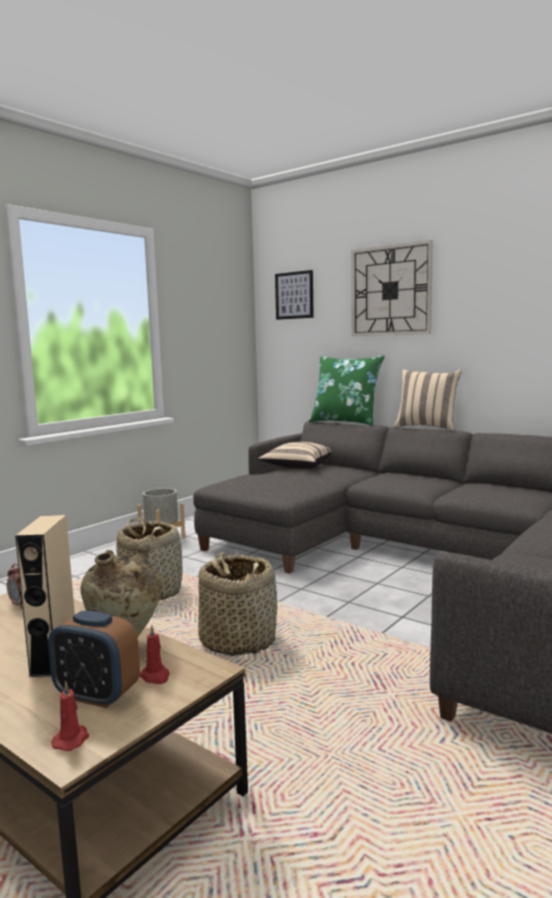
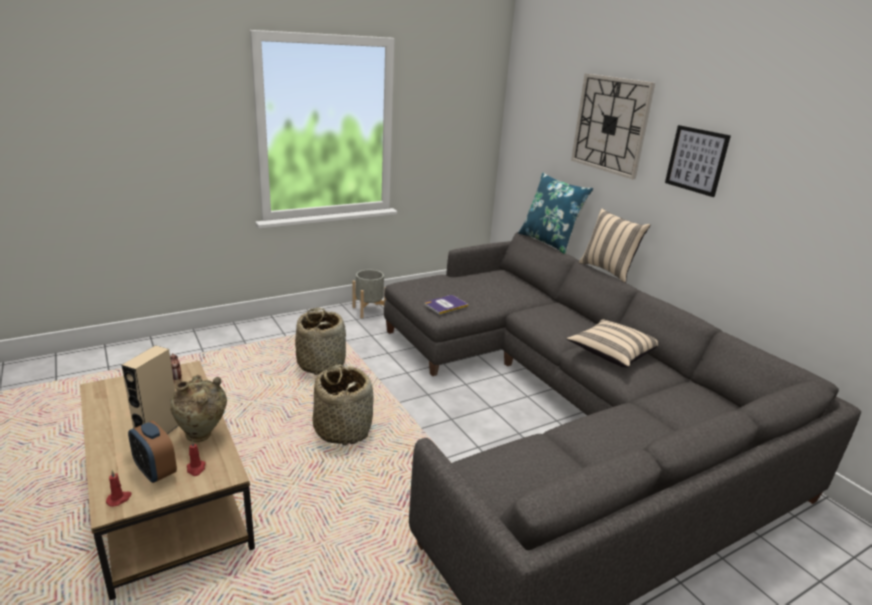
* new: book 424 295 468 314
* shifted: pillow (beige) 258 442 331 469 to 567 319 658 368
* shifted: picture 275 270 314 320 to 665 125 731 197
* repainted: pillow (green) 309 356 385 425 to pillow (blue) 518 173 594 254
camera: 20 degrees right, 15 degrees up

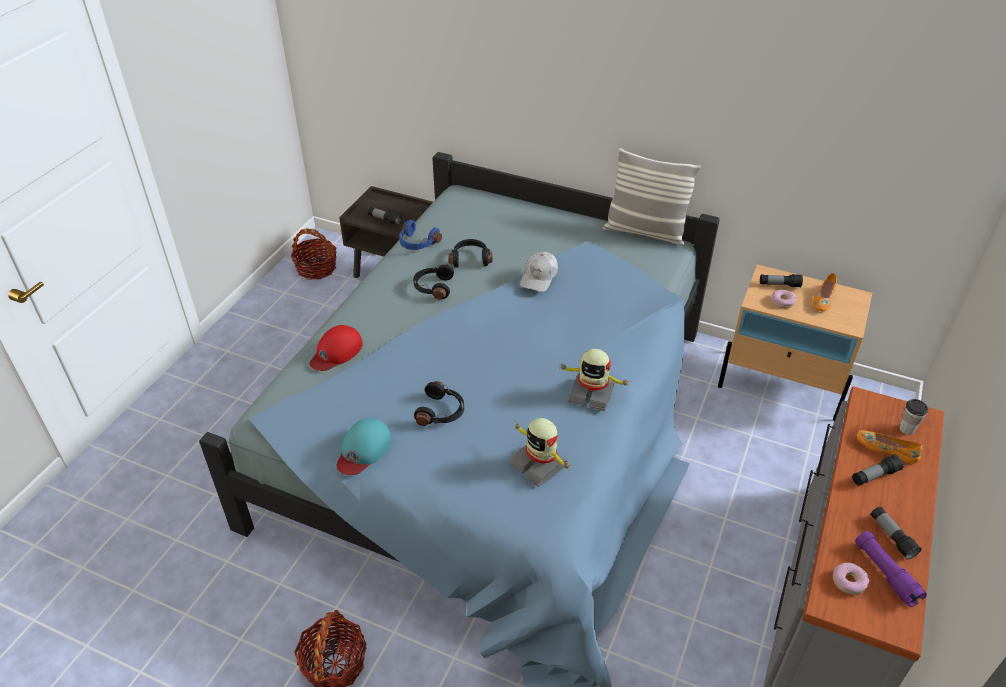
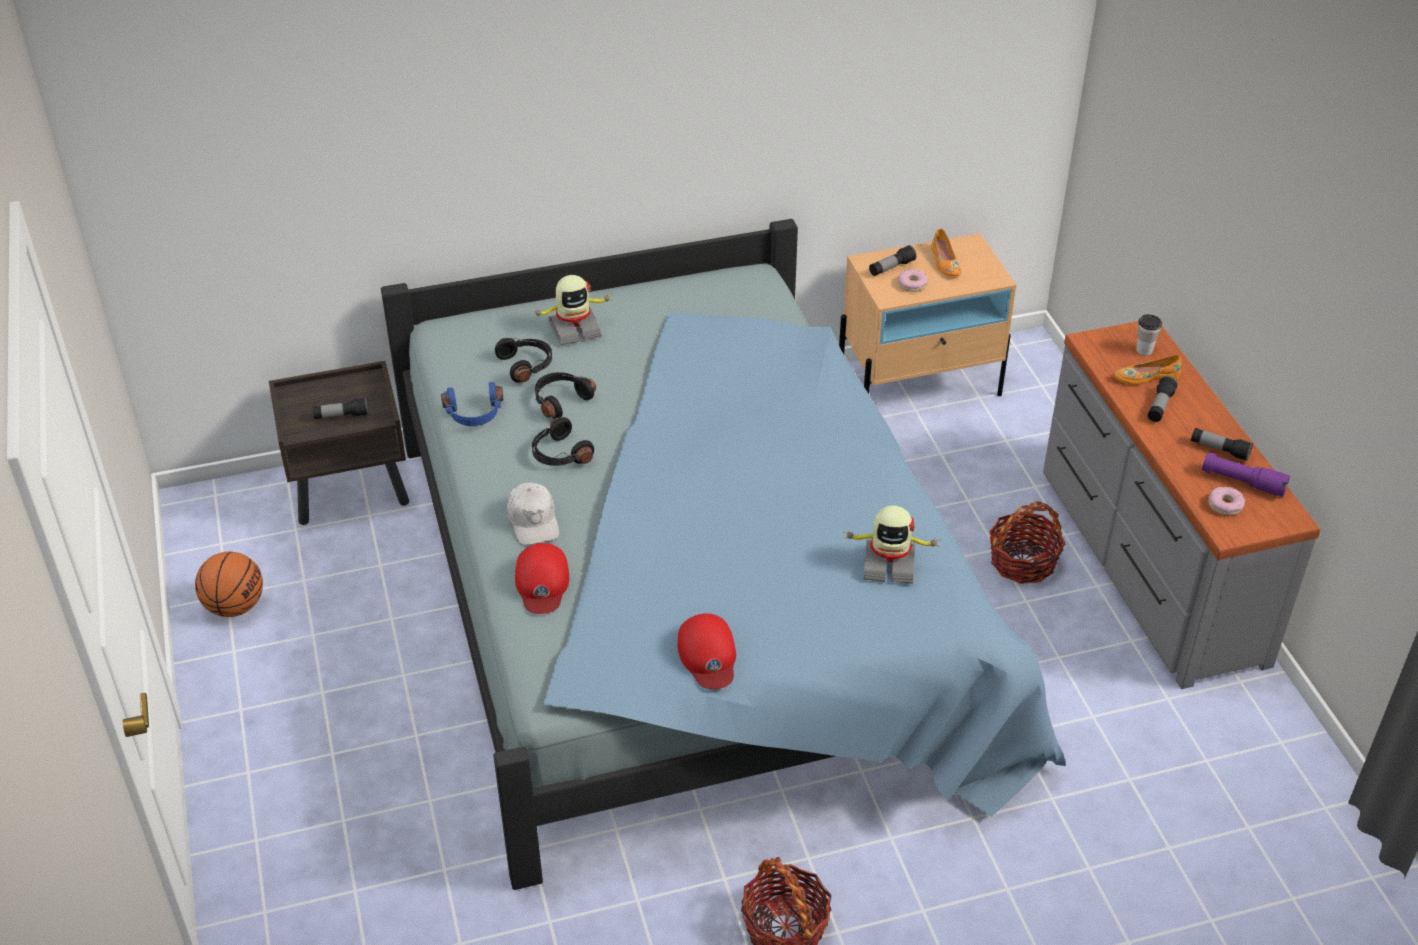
* gone: pillow 603 148 701 246
* new: basketball 195 551 263 617
* shifted: basket 291 228 336 280 to 989 502 1065 584
* shifted: headphones (black) 414 381 464 426 to 495 338 552 382
* shifted: cap (white) 520 252 558 292 to 507 482 559 545
* shifted: toy robot 559 349 629 411 to 534 275 612 345
* repainted: cap (turquoise) 336 418 391 475 to cap (red) 678 613 736 689
camera: 40 degrees left, 0 degrees up

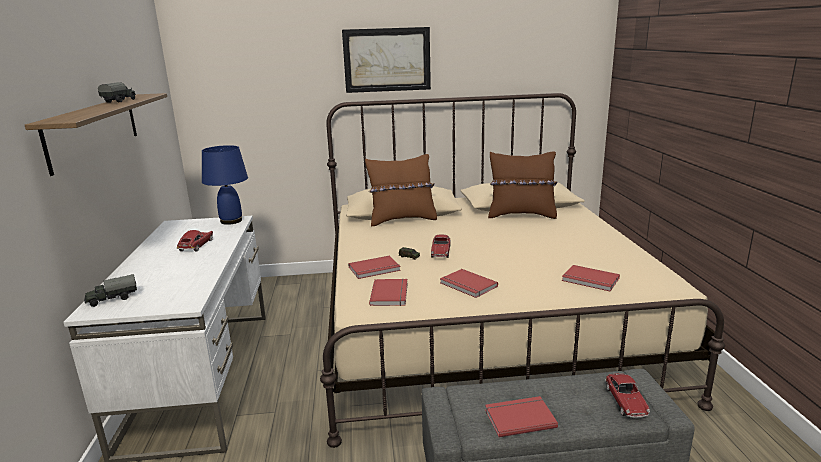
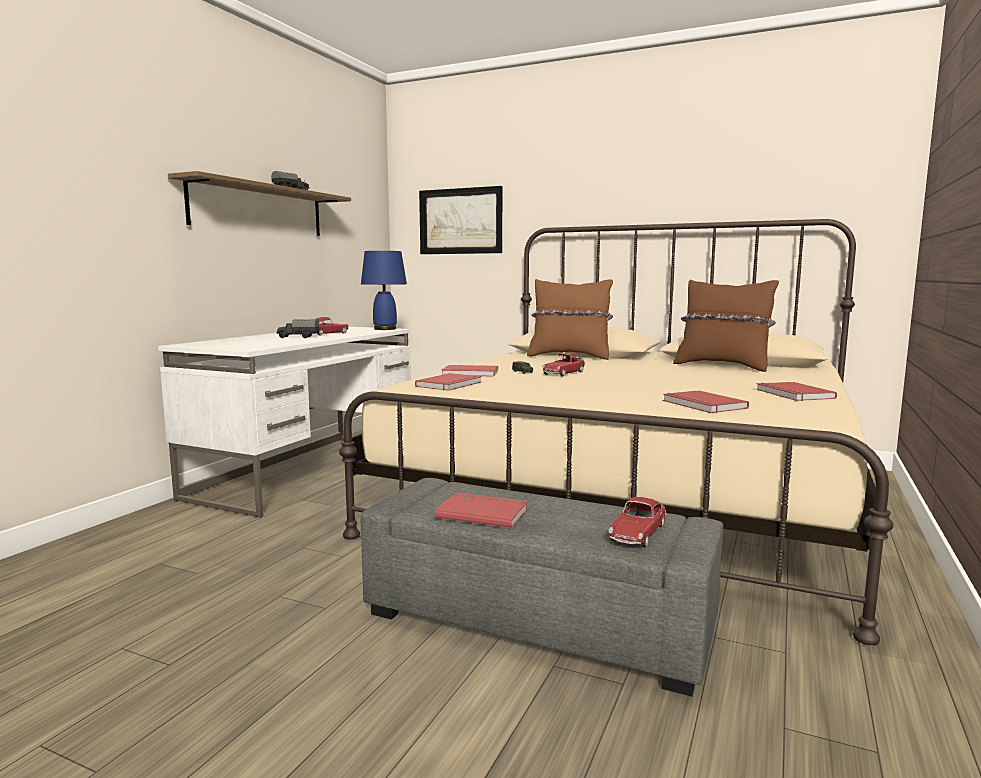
* shifted: toy truck 84 274 137 307 to 276 319 319 338
* shifted: picture 342 27 431 93 to 419 186 502 254
* shifted: book (red) 440 269 498 298 to 756 382 837 401
camera: 30 degrees right, 10 degrees down

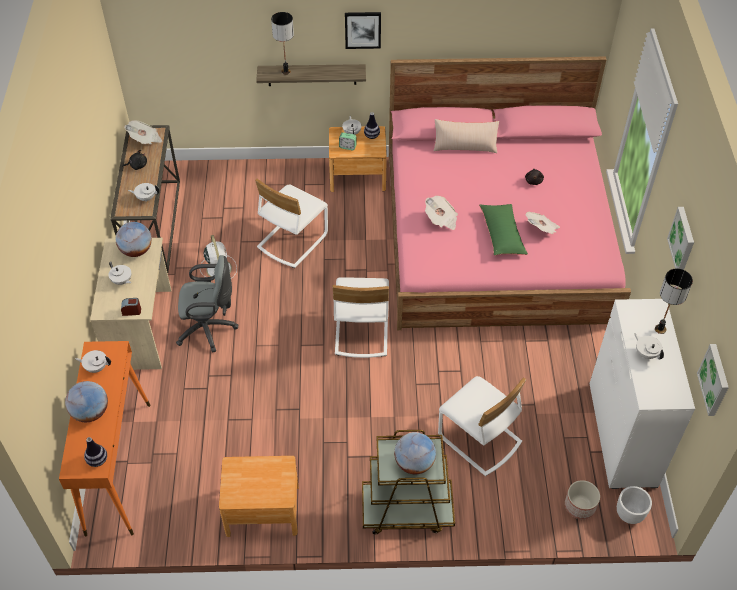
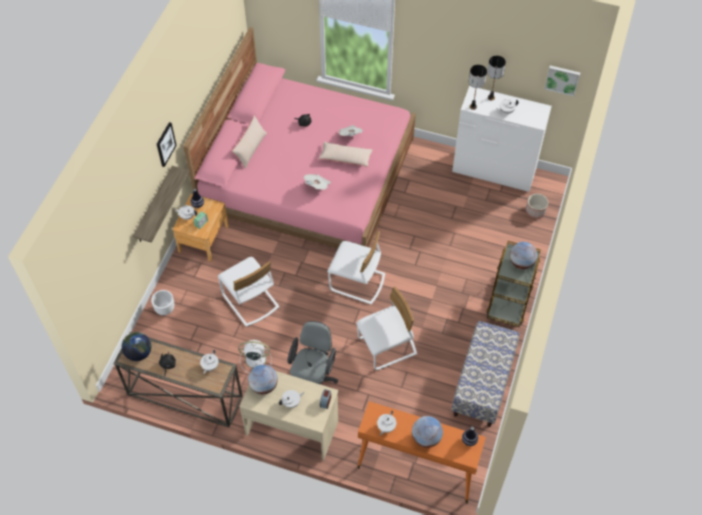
* gone: picture 667 207 694 270
* shifted: table lamp 271 12 294 75 to 469 65 487 110
* shifted: chair (white) 438 376 526 476 to 356 287 417 370
* shifted: planter (white) 617 486 652 524 to 151 290 174 315
* swapped: newspaper 124 120 162 144 to globe 122 332 151 361
* swapped: nightstand (brown) 219 456 299 537 to bench 451 321 519 427
* repainted: pillow (green) 479 204 528 255 to pillow (beige) 318 142 372 167
camera: 70 degrees left, 5 degrees up

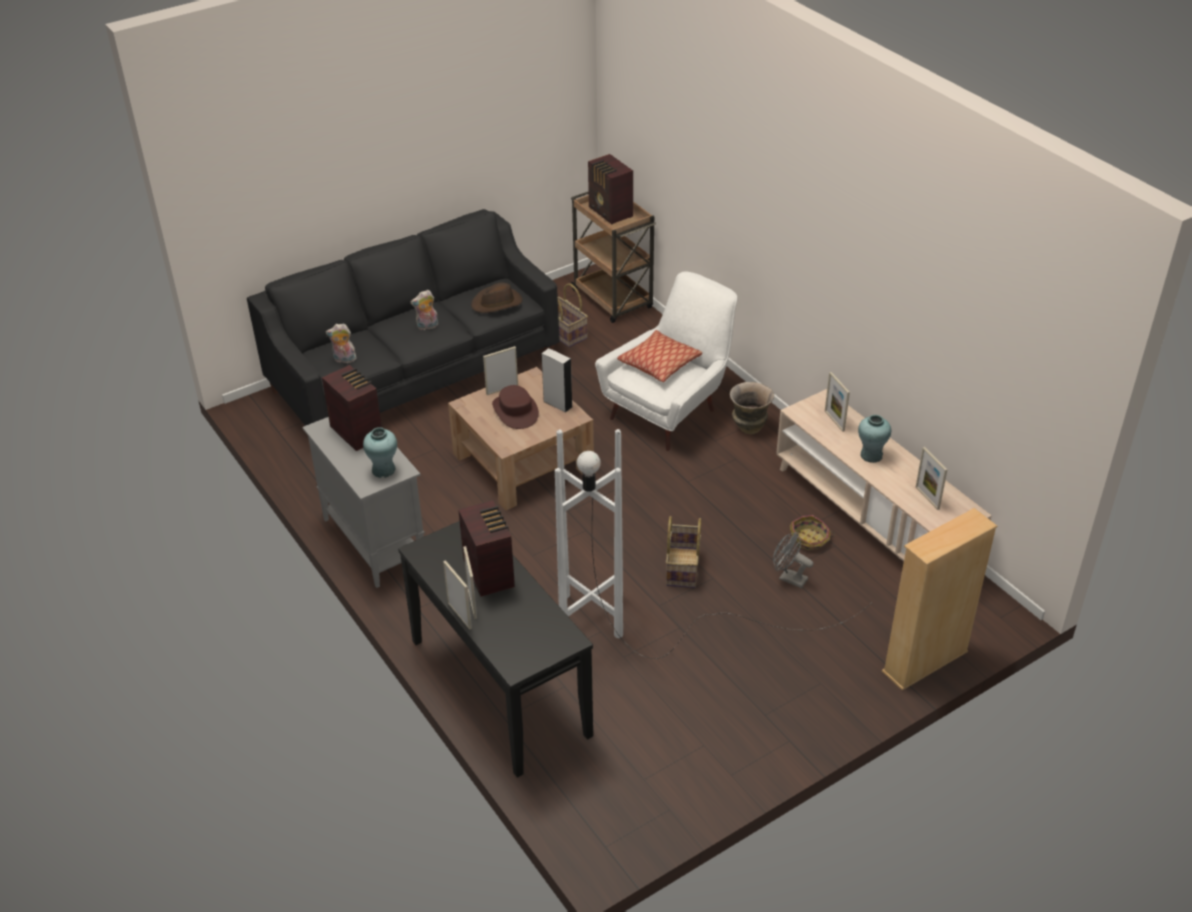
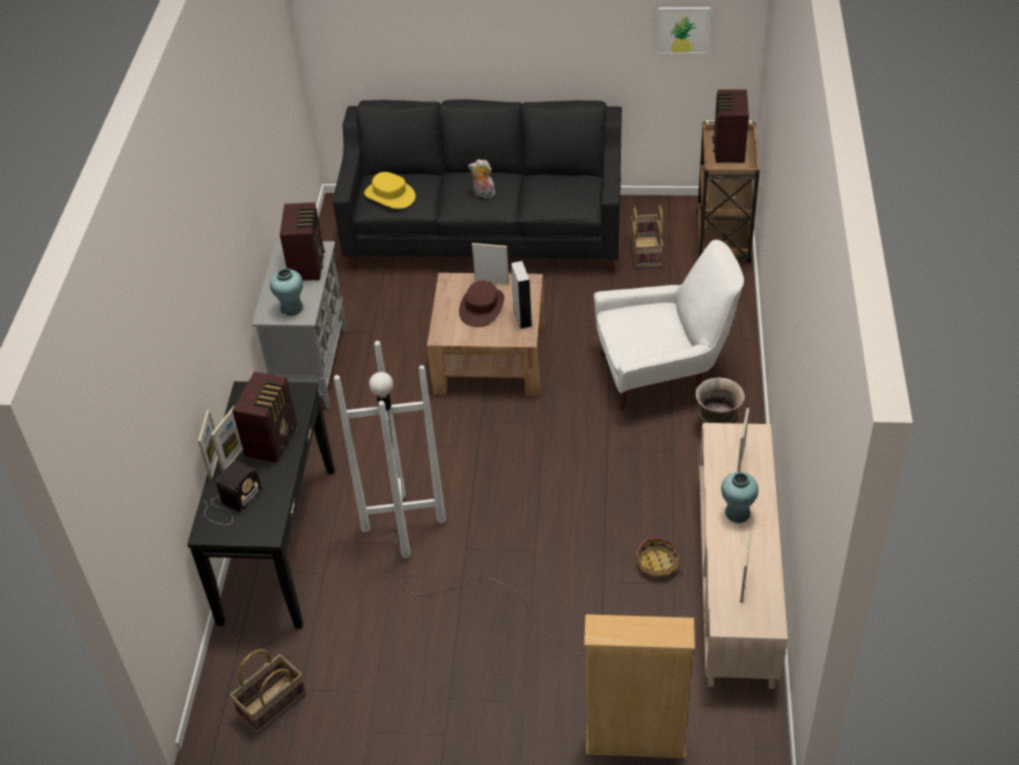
* gone: hat (brown) 471 283 523 313
* gone: pillow 617 330 702 382
* gone: fan (grey) 773 532 814 588
* new: radio 203 460 262 525
* new: picture 657 7 711 54
* shifted: basket 666 516 701 588 to 230 649 306 734
* swapped: plush toy 326 323 357 363 to hat (yellow) 364 172 416 209
camera: 40 degrees right, 5 degrees up

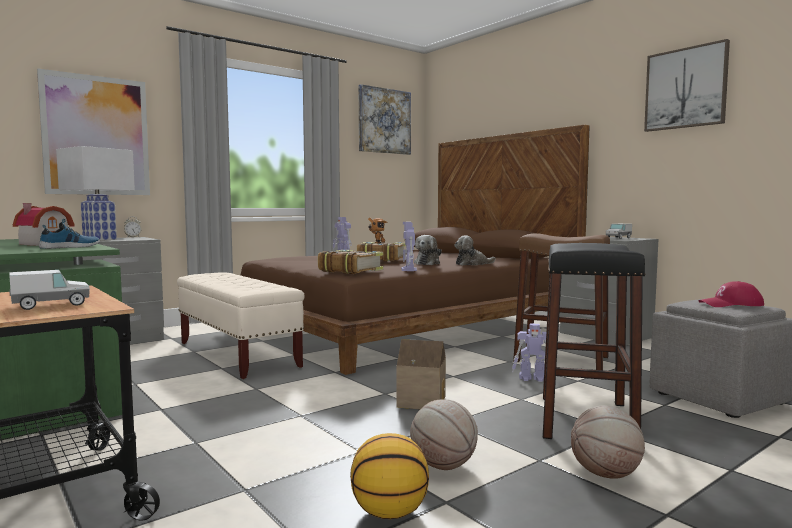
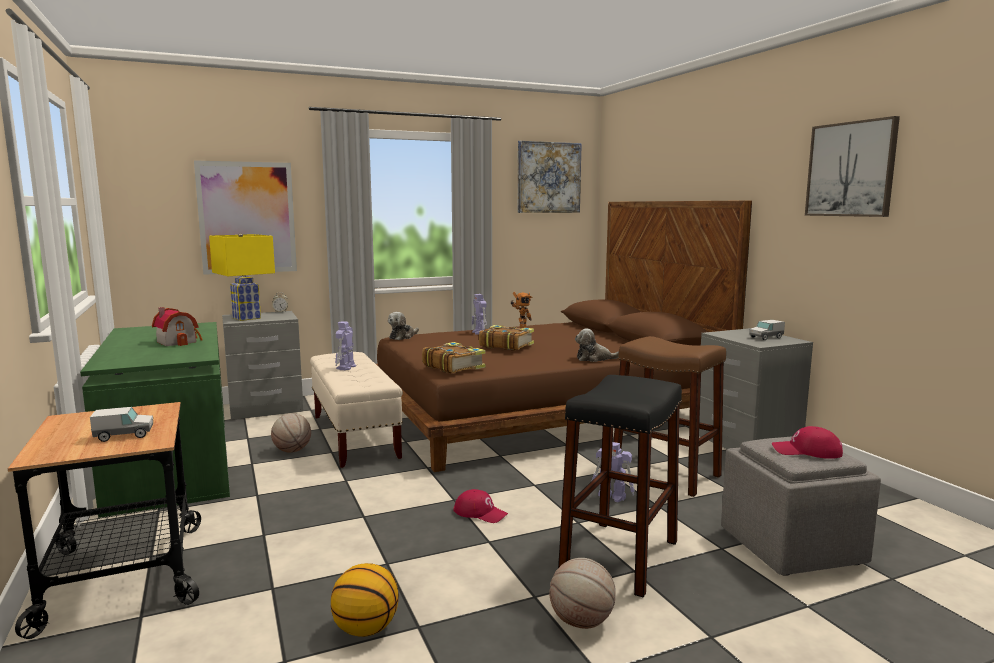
* gone: shoe 39 219 100 249
* shifted: toy robot 401 222 417 271 to 335 321 356 370
* shifted: basketball 410 399 478 470 to 271 413 311 453
* shifted: plush toy 414 235 442 265 to 388 312 419 340
* swapped: toy house 397 339 446 409 to cap (red) 454 489 508 523
* repainted: table lamp (white) 56 146 135 241 to table lamp (yellow) 209 233 275 321
camera: 15 degrees right, 5 degrees up

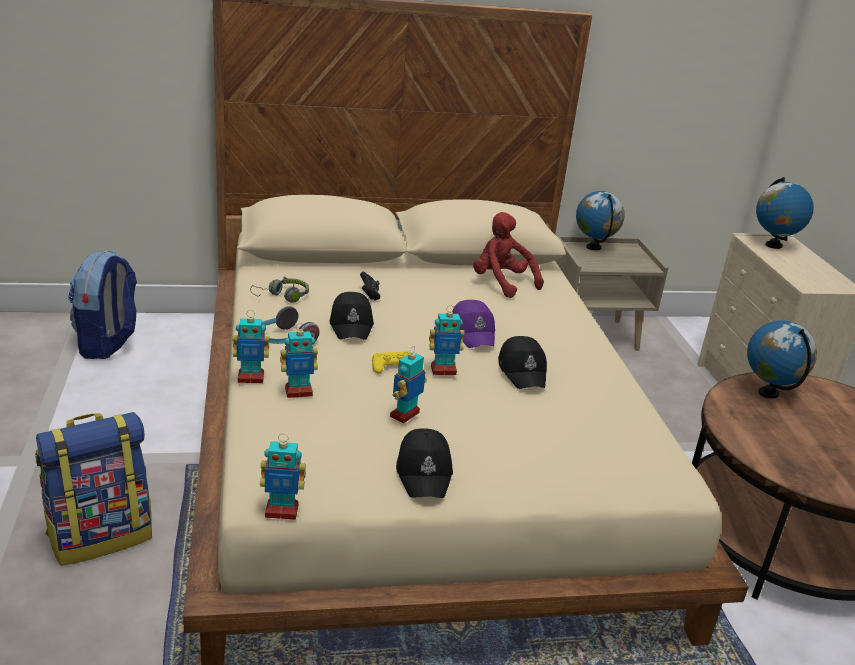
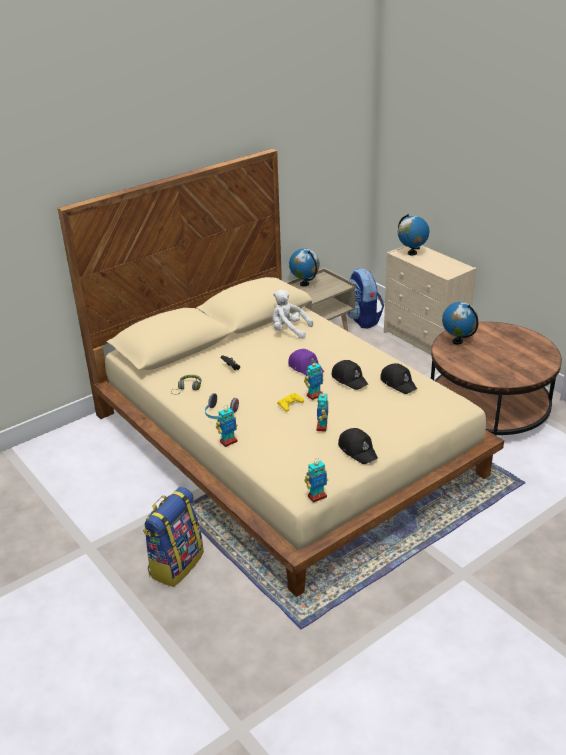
* gone: toy robot 280 323 318 398
* shifted: backpack 68 250 137 359 to 346 268 384 329
* shifted: cap (black) 330 292 374 340 to 380 363 417 394
* repainted: plush toy (red) 473 212 544 298 to plush toy (white) 272 290 313 339
camera: 25 degrees left, 5 degrees up

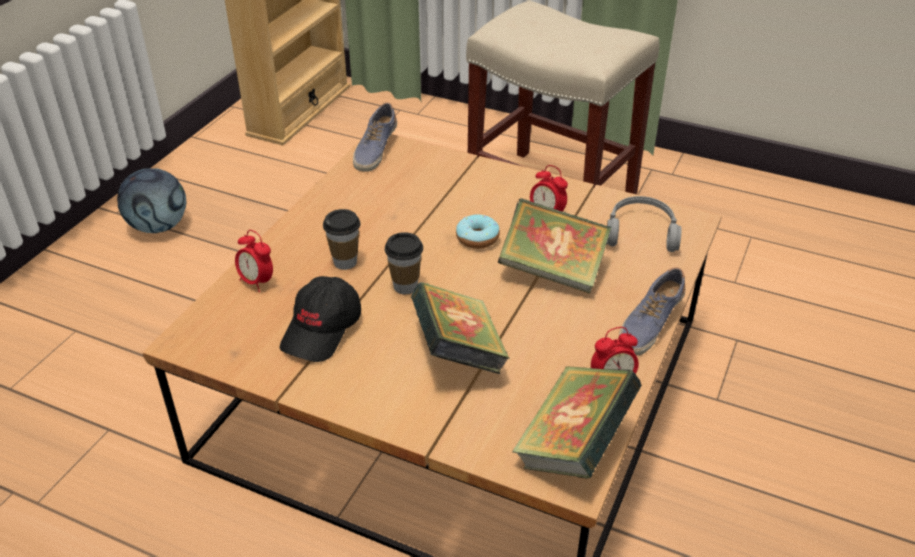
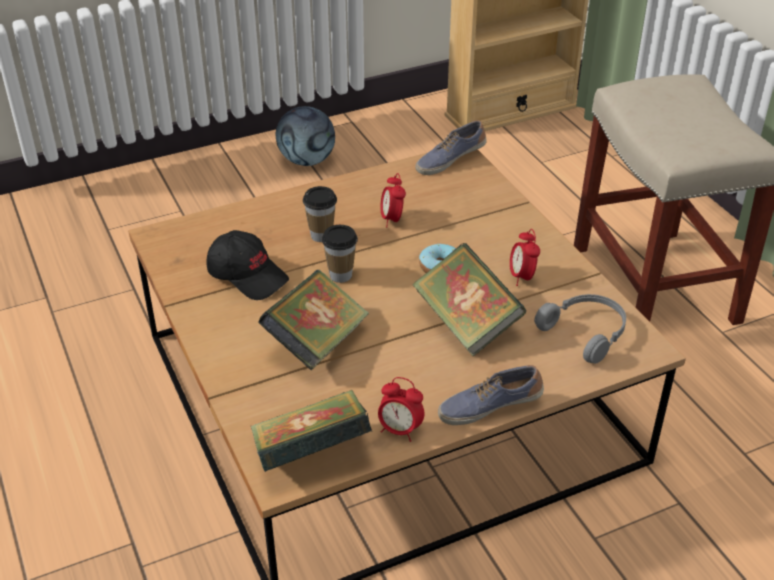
* shifted: alarm clock 235 230 273 292 to 381 173 406 228
* rotated: cap (black) 280 276 361 362 = 207 230 289 300 120 degrees counterclockwise
camera: 40 degrees right, 0 degrees up

